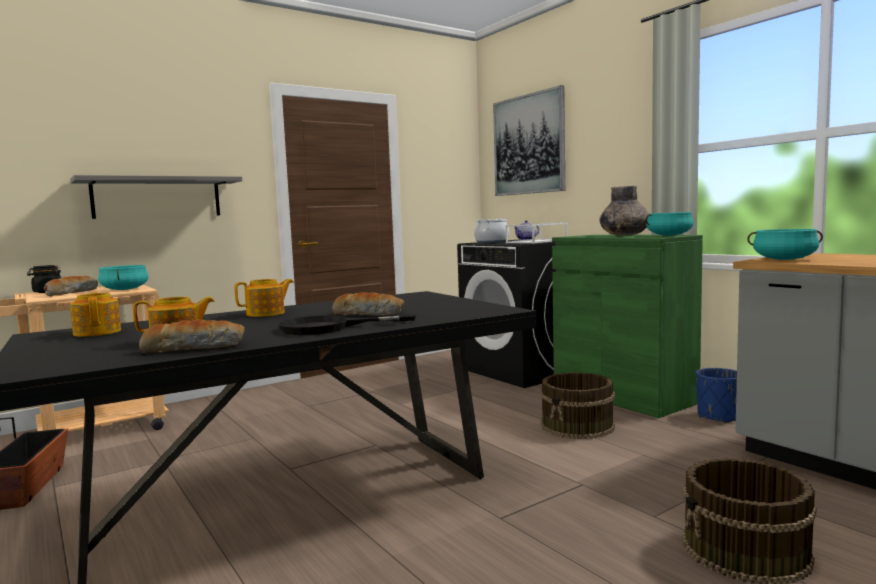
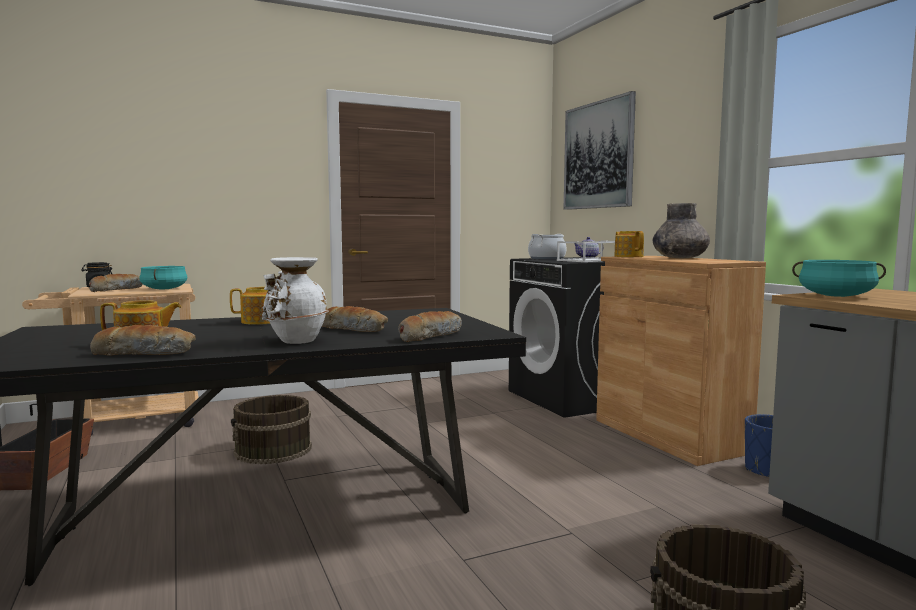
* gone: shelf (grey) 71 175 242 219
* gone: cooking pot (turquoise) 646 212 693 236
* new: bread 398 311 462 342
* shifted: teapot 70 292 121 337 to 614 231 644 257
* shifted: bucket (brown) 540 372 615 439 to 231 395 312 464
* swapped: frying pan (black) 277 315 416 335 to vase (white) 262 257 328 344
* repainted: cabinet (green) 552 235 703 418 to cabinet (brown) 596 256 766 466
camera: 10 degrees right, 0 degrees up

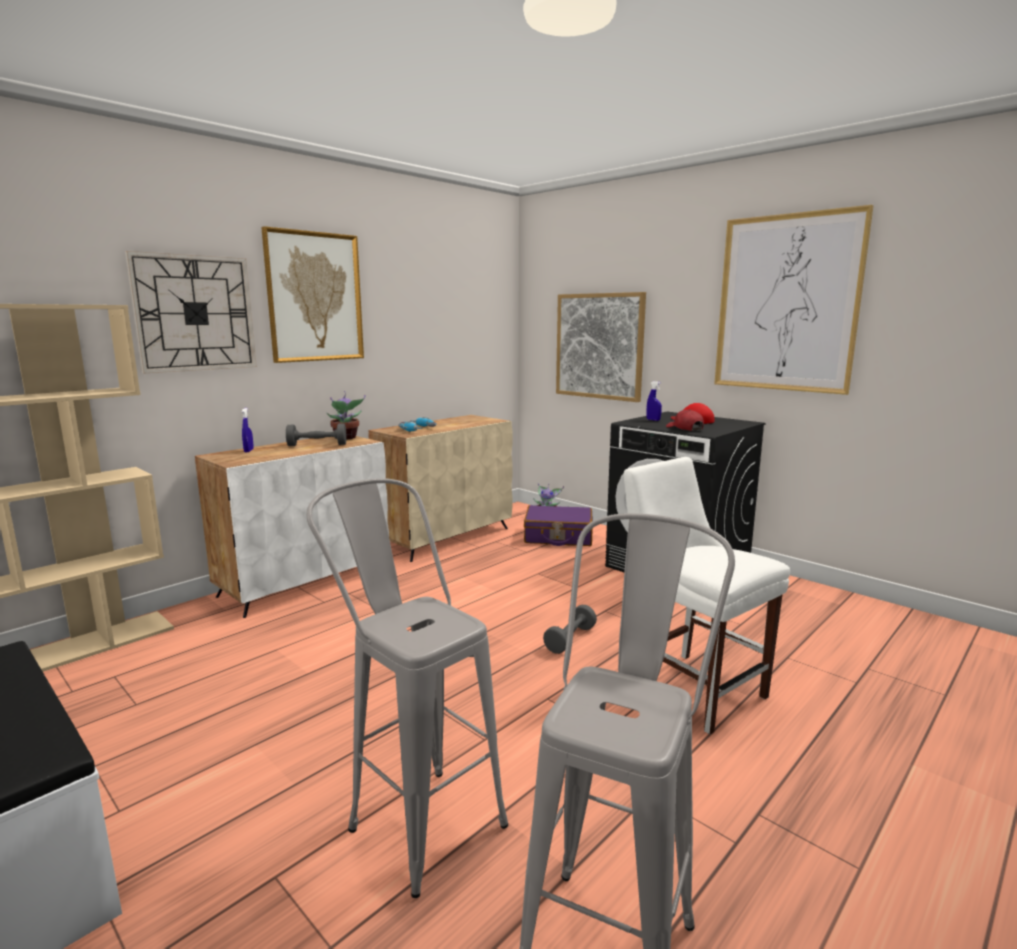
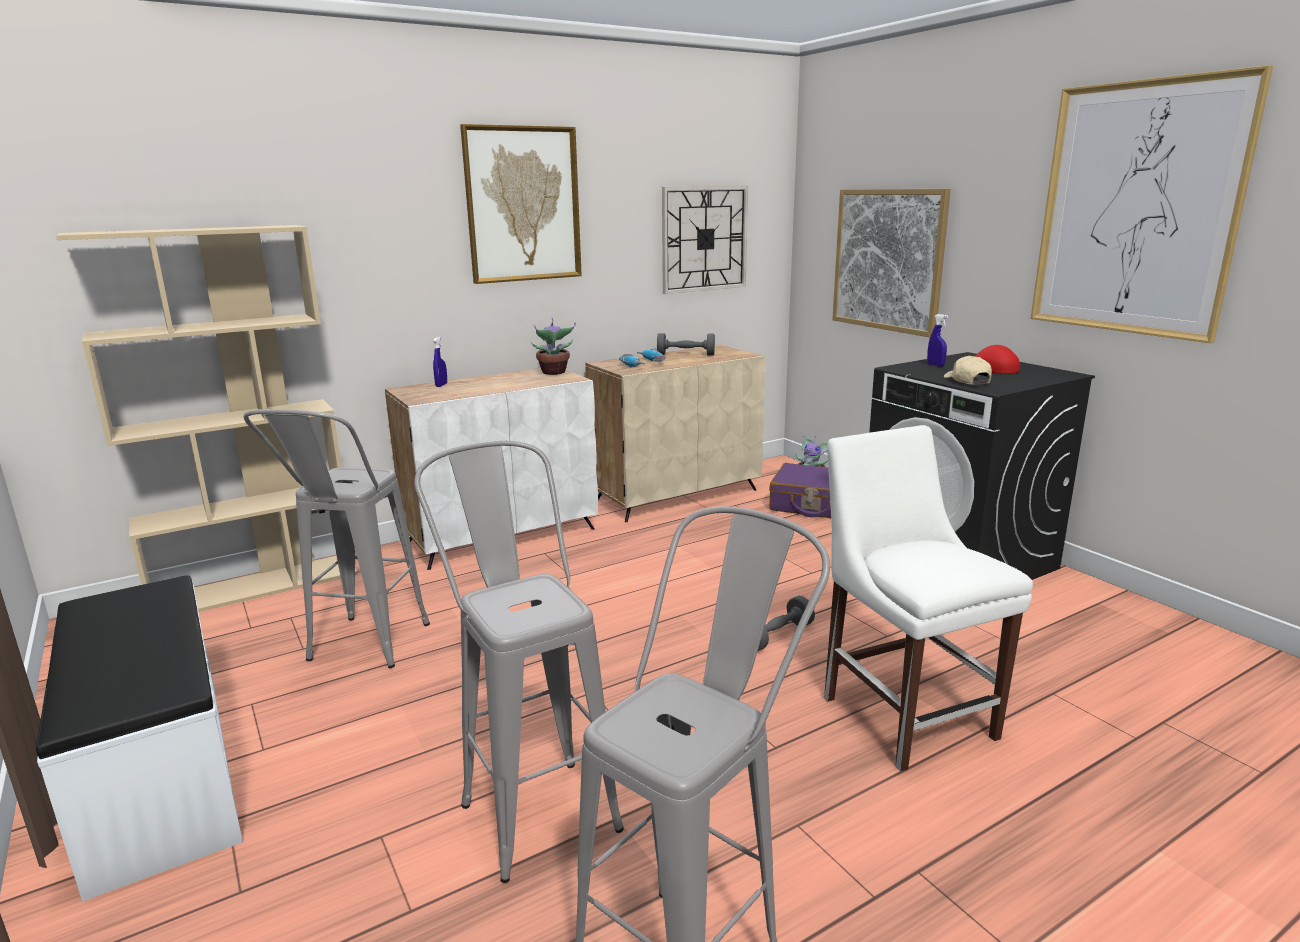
* new: stool (grey) 244 409 430 668
* shifted: wall clock 125 251 257 373 to 662 186 748 294
* shifted: dumbbell (grey) 286 423 346 446 to 657 333 715 356
* repainted: cap (red) 666 409 704 431 to cap (beige) 944 356 992 385
camera: 15 degrees right, 5 degrees up

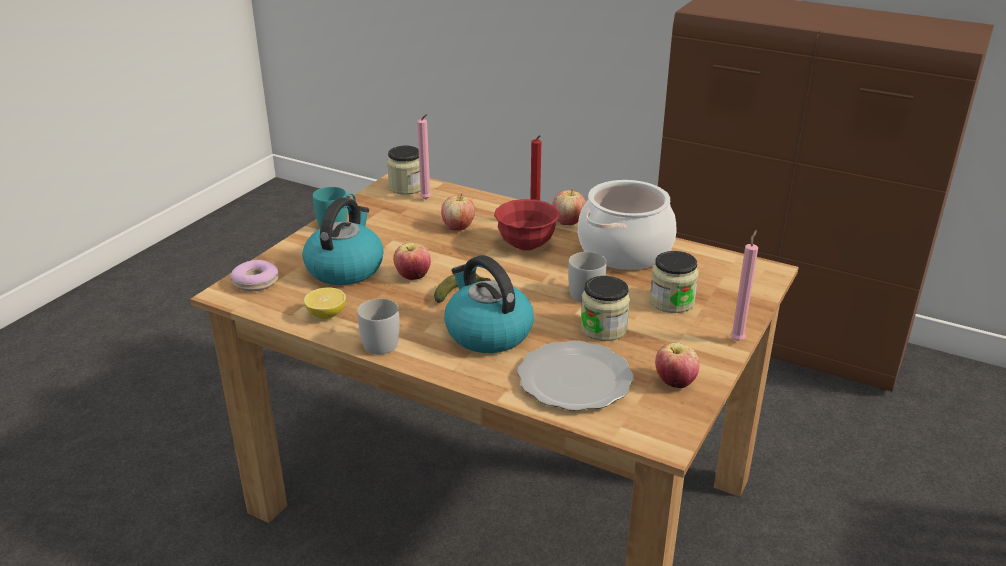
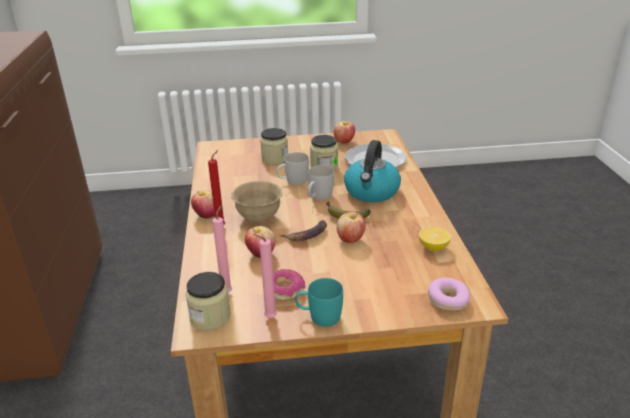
* gone: kettle 302 197 384 285
* gone: cooking pot 578 180 676 270
* new: donut 273 269 305 300
* new: banana 280 220 327 241
* shifted: mug (white) 357 299 400 355 to 308 165 334 200
* shifted: candle (pink) 730 230 758 341 to 253 233 277 318
* repainted: bowl (red) 494 199 560 251 to bowl (beige) 231 181 283 222
camera: 125 degrees left, 0 degrees up

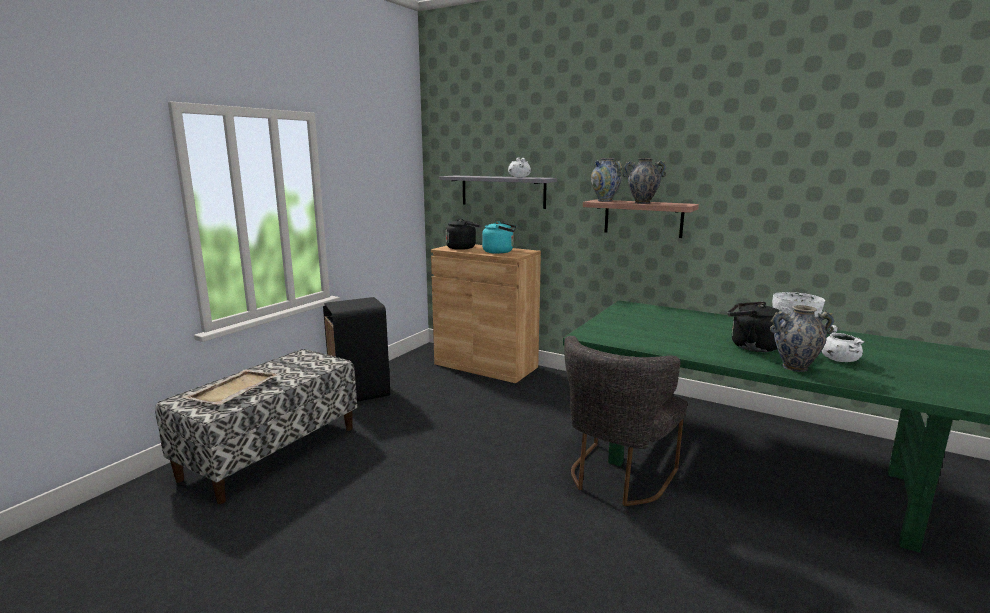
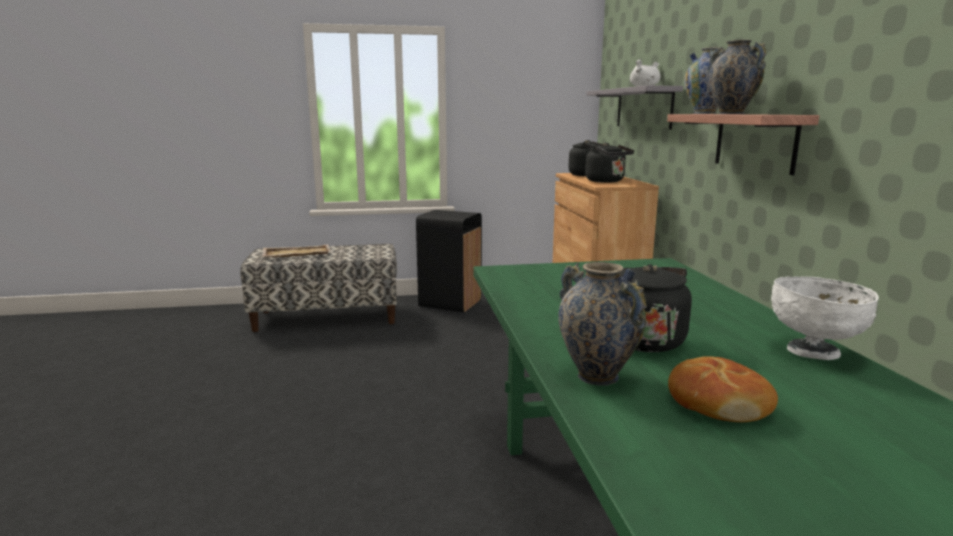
* gone: chair (grey) 564 336 688 506
* swapped: cooking pot (white) 822 325 865 362 to bread 668 356 778 422
* repainted: kettle (turquoise) 482 221 517 254 to kettle (black) 585 143 634 183
camera: 50 degrees right, 0 degrees up

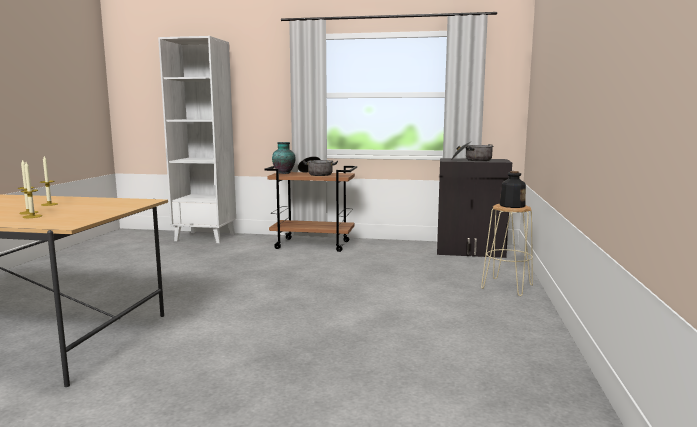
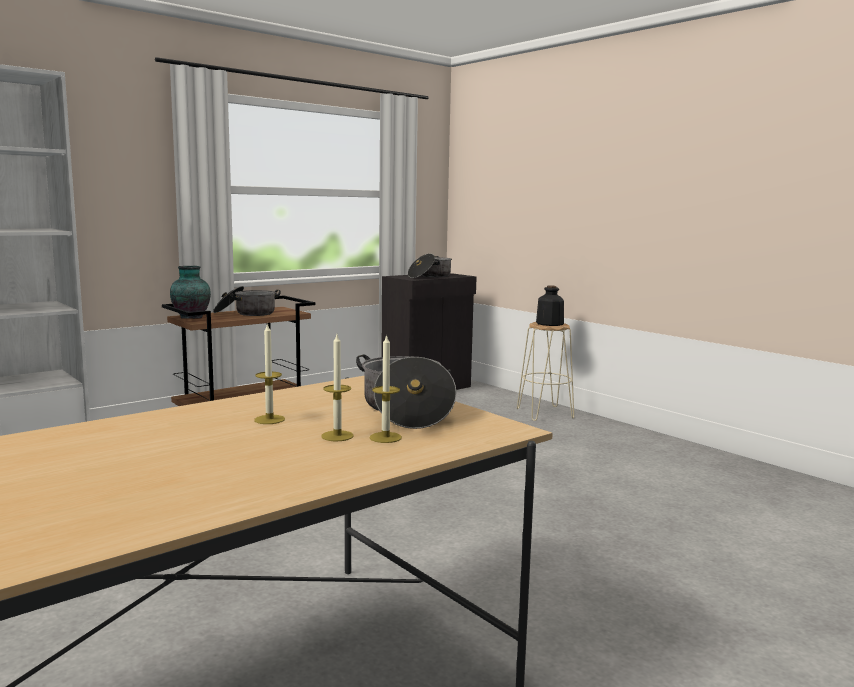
* new: cooking pot 356 354 456 429
camera: 50 degrees left, 0 degrees up

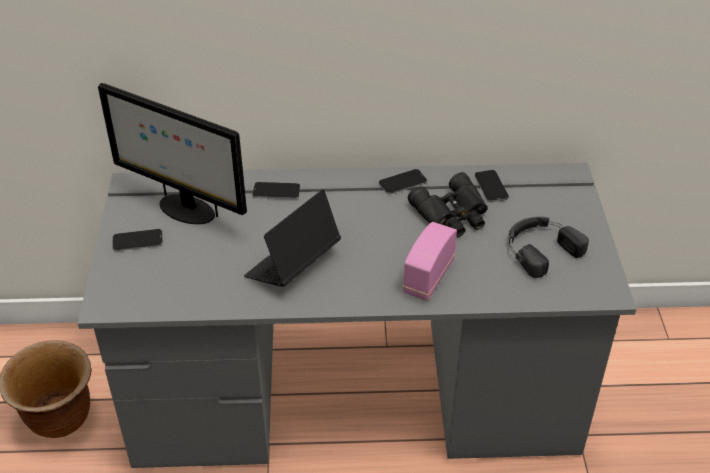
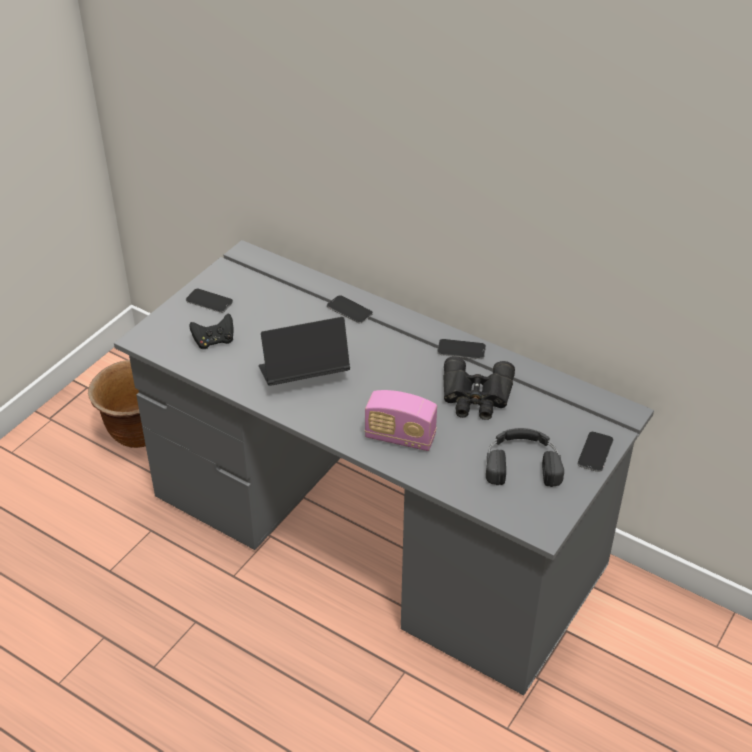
* gone: monitor 98 83 247 224
* new: game controller (black) 189 313 234 349
* shifted: phone 475 170 509 202 to 578 432 613 472
* rotated: radio 403 222 457 301 = 365 390 437 451 135 degrees counterclockwise
camera: 35 degrees right, 0 degrees up

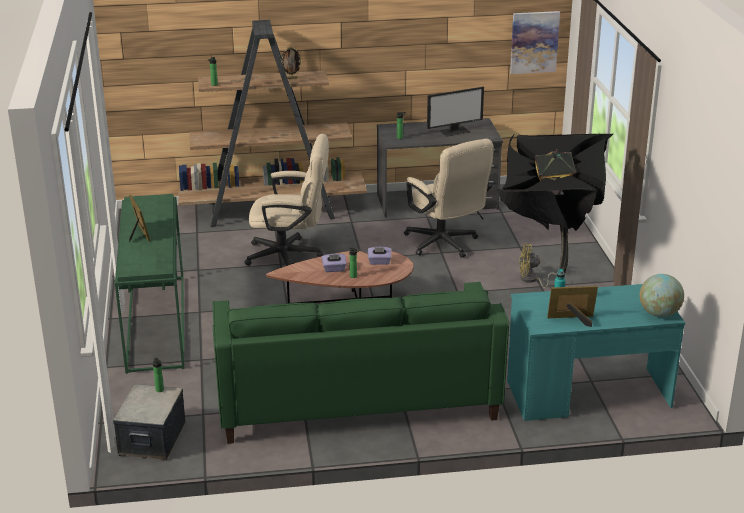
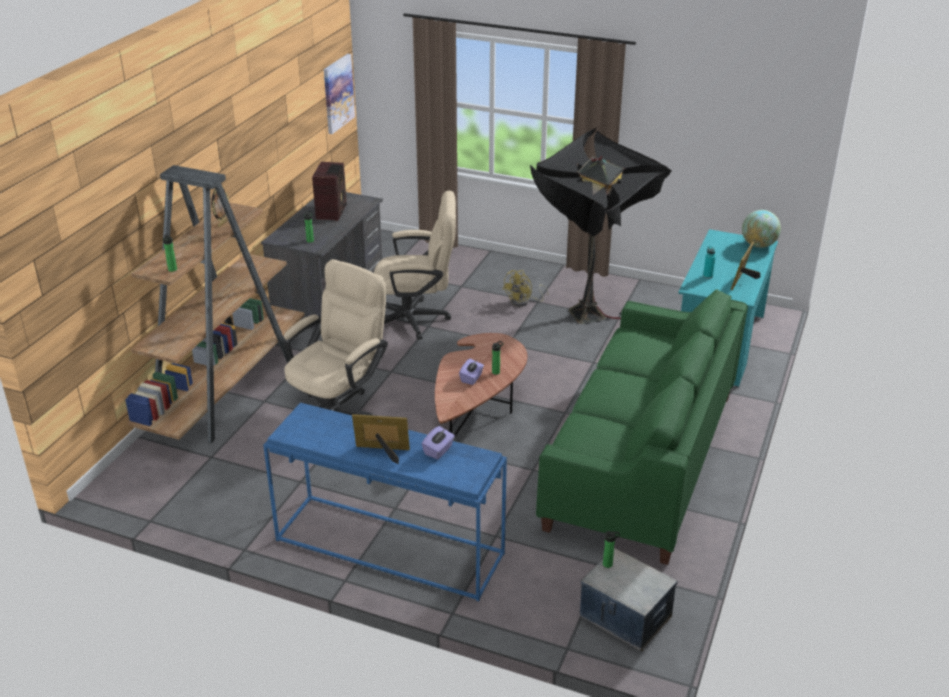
* shifted: tissue box (purple) 368 247 391 265 to 422 426 455 459
* swapped: monitor 427 87 484 137 to radio 312 162 347 221
* repainted: console table (green) 115 194 185 374 to console table (blue) 263 403 507 601
camera: 60 degrees left, 5 degrees up

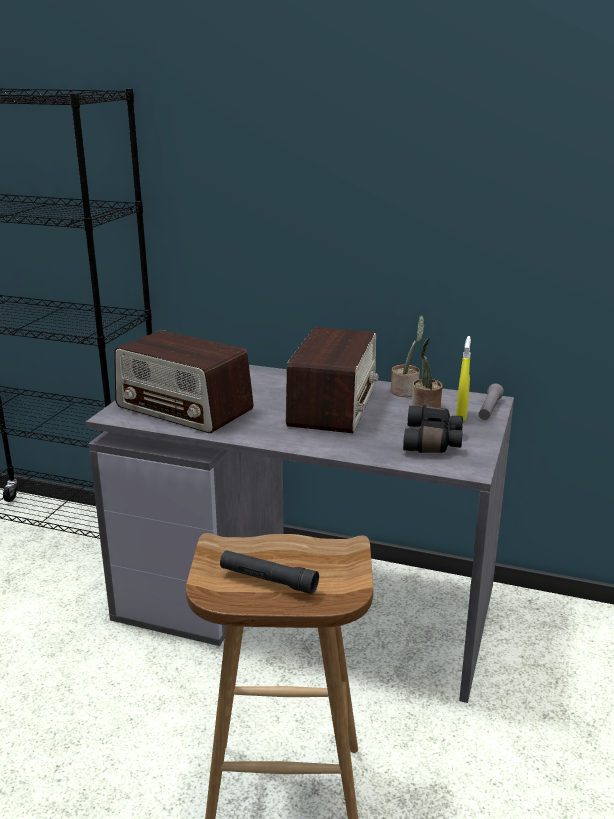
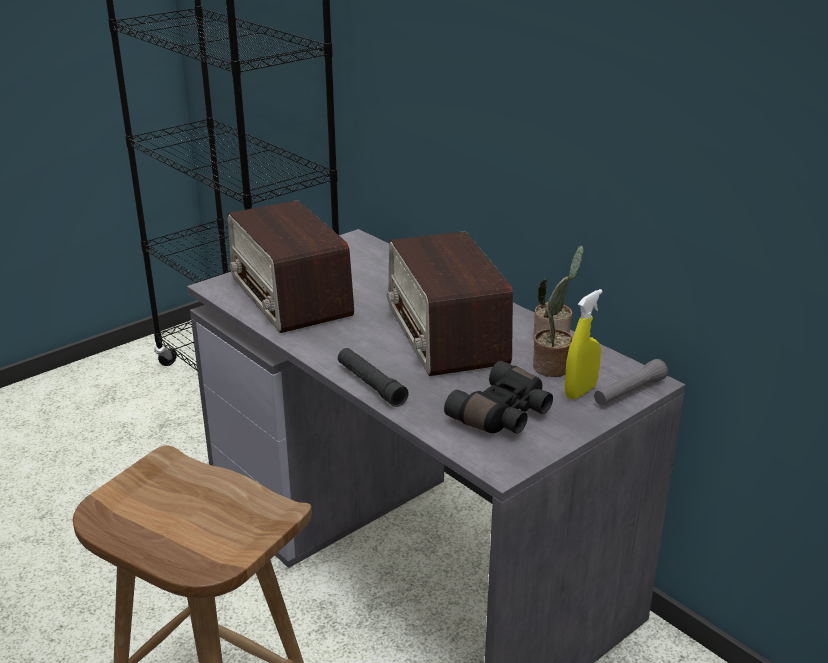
* shifted: flashlight (black) 220 550 319 594 to 338 348 409 407
* rotated: radio 286 327 378 433 = 387 231 513 376 120 degrees clockwise
camera: 30 degrees right, 5 degrees up

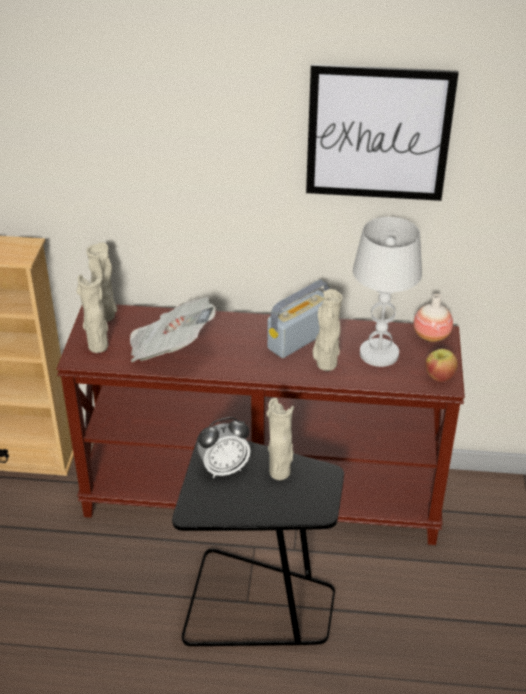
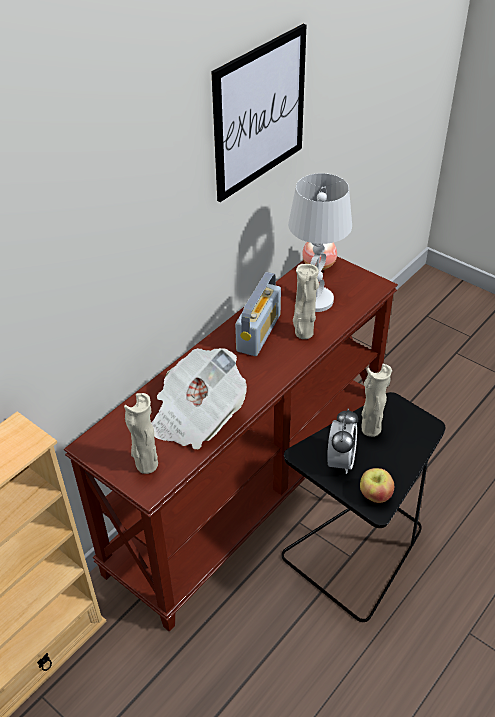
* gone: vase (beige) 86 242 117 322
* shifted: apple 425 349 458 382 to 360 468 394 503
* rotated: radio 267 280 331 358 = 235 272 281 356 150 degrees counterclockwise
camera: 55 degrees left, 5 degrees up

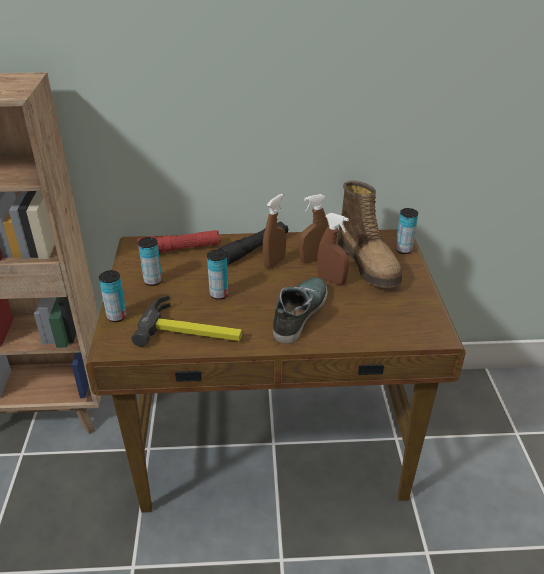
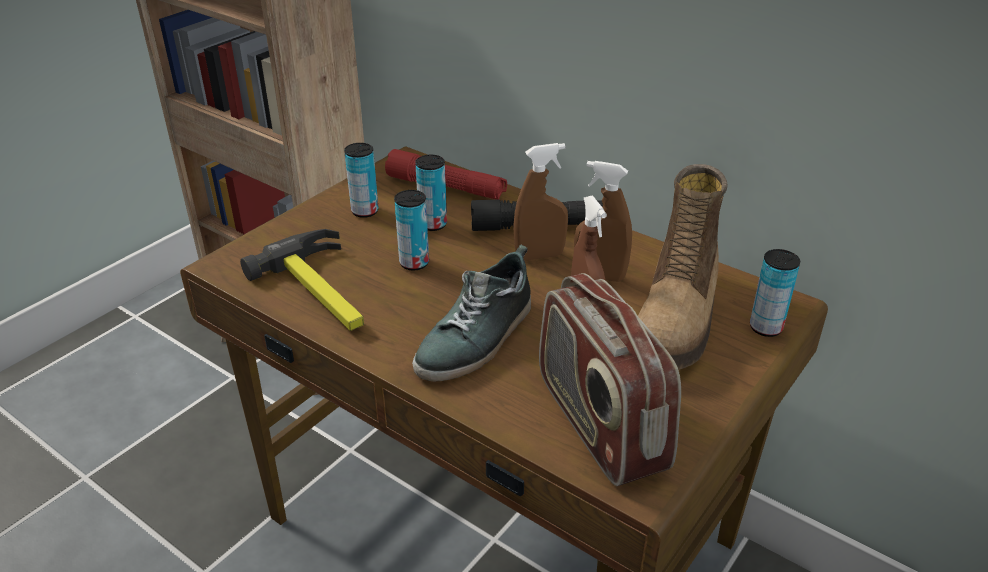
* new: radio 539 273 681 486
* shifted: can 99 270 127 322 to 415 155 447 231
* rotated: shoe 273 277 328 344 = 412 245 531 381 150 degrees clockwise
camera: 40 degrees right, 0 degrees up

